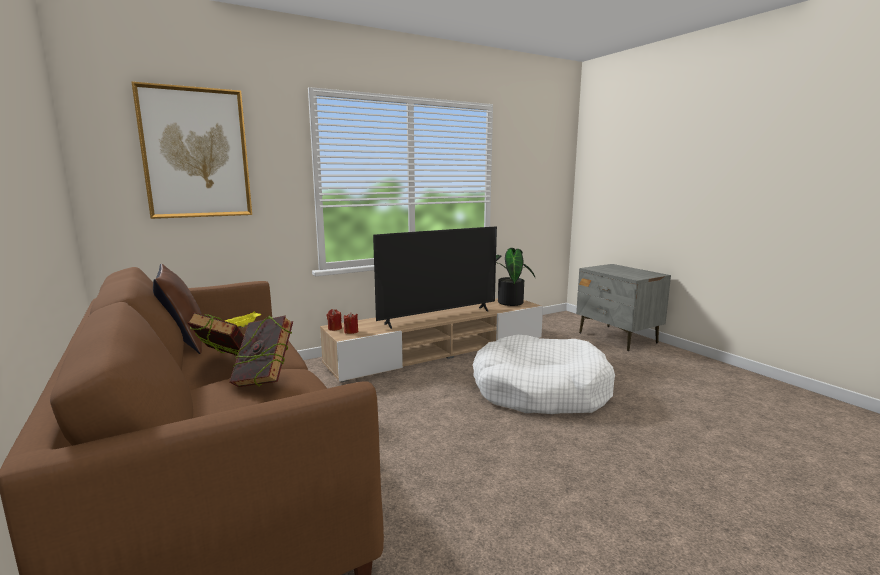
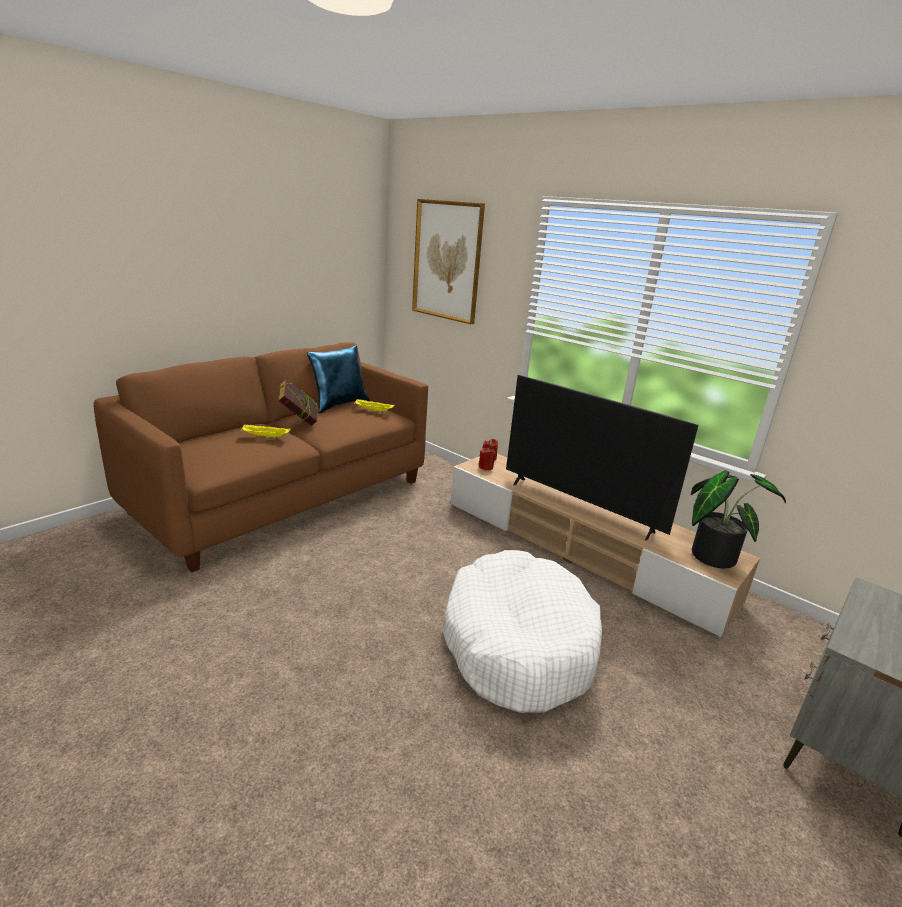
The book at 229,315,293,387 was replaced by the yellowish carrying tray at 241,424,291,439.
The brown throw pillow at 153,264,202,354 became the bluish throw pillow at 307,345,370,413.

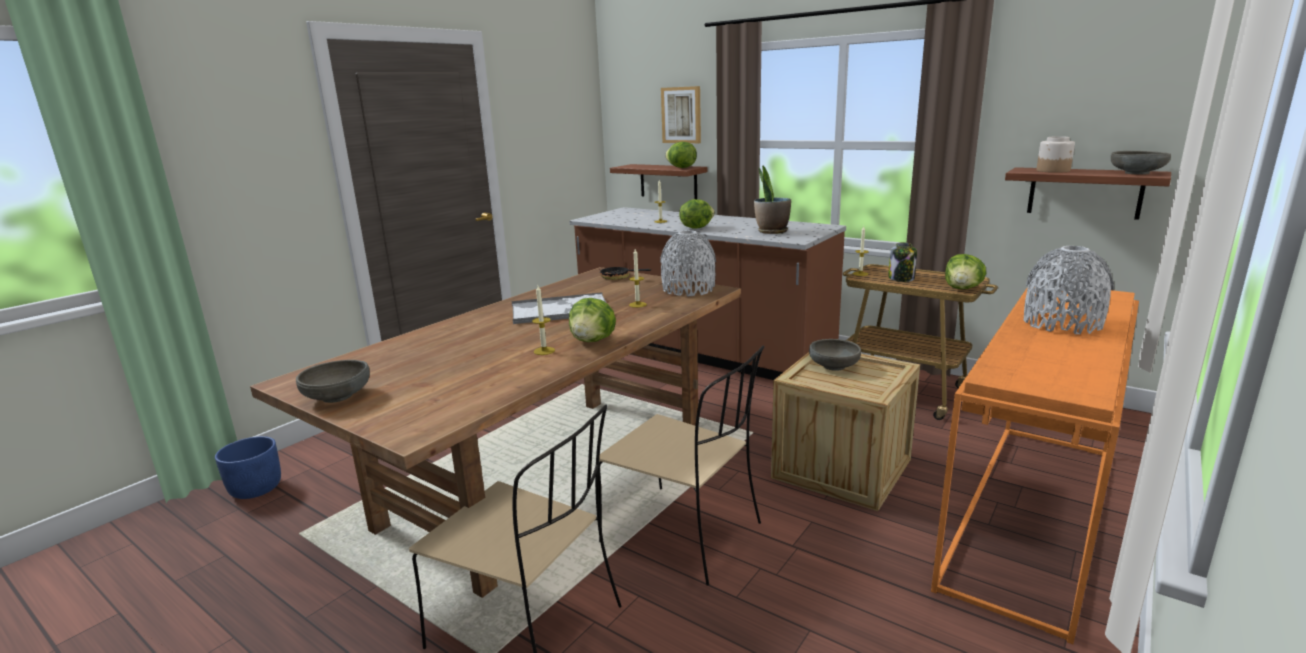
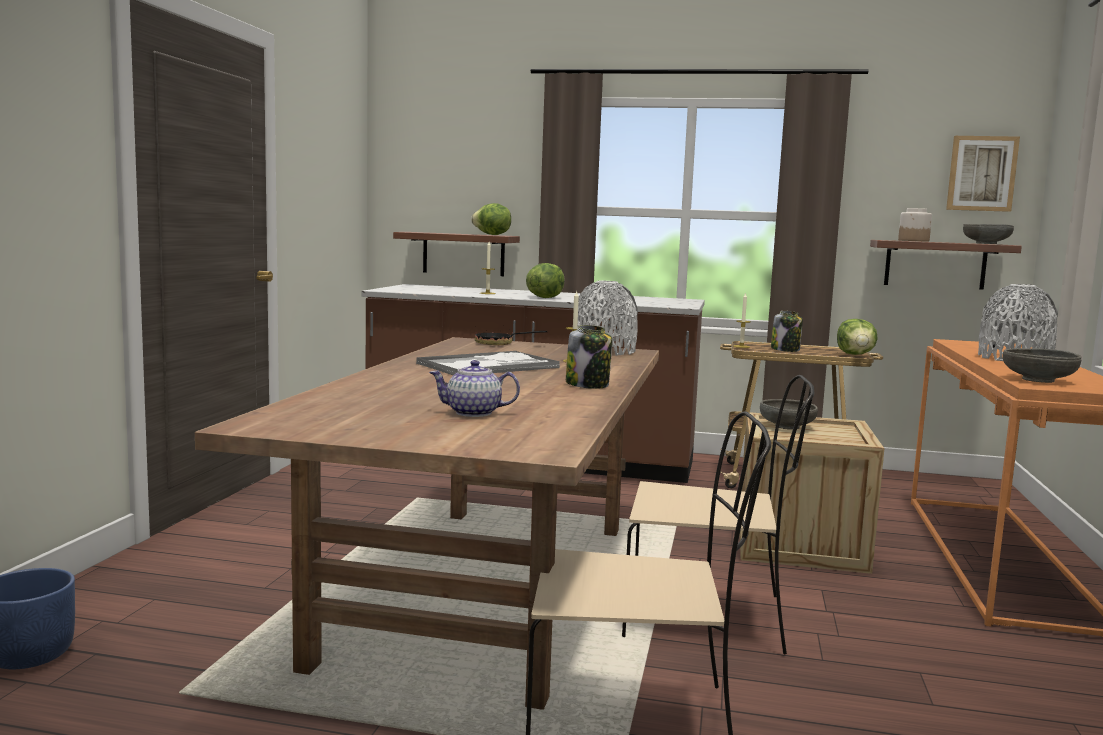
The candle at 532,285,555,355 disappeared.
The plant in a pot at 754,165,791,234 disappeared.
The teapot at 429,360,520,417 appeared.
The gray deep dish moved from 296,360,370,403 to 1003,348,1082,383.
The picture moved from 661,86,701,143 to 946,136,1020,212.
The head of lettuce at 569,298,616,342 was replaced by the jar at 566,325,612,389.

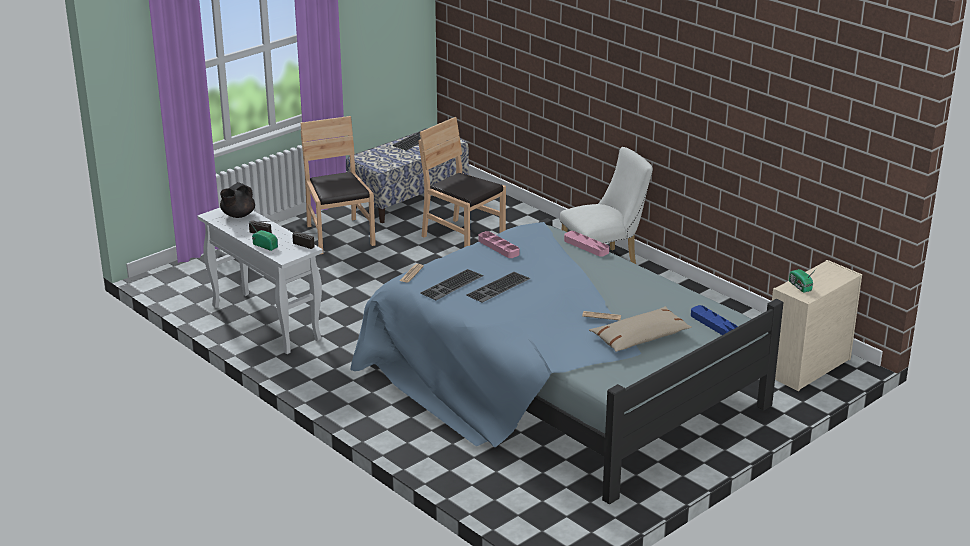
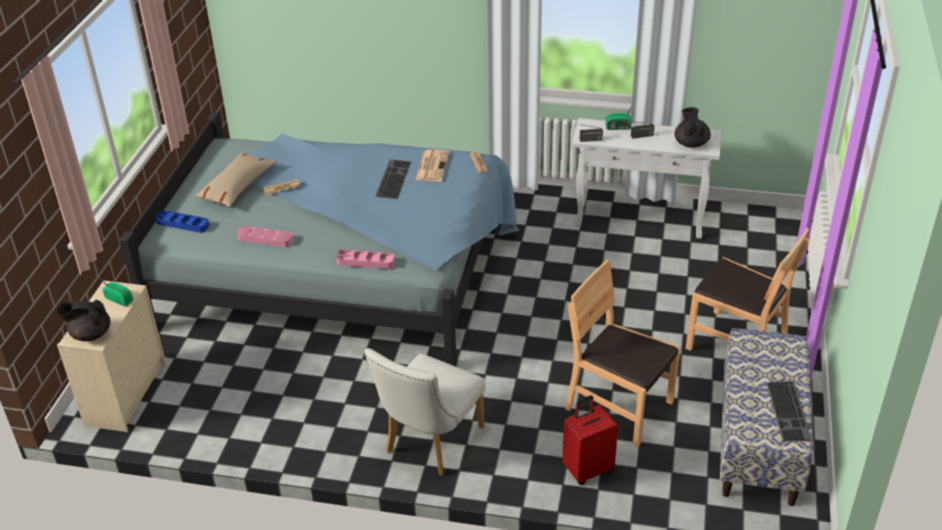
The black teapot at 57,300,110,341 appeared.
The reddish piece of luggage at 562,395,618,485 appeared.
The pink-coloured carrying tray moved from 478,231,519,258 to 237,226,293,247.
The PC keyboard at 420,269,484,300 was replaced by the newspaper at 415,149,449,181.
The brown upright chair at 419,117,506,247 turned 150 degrees counterclockwise.

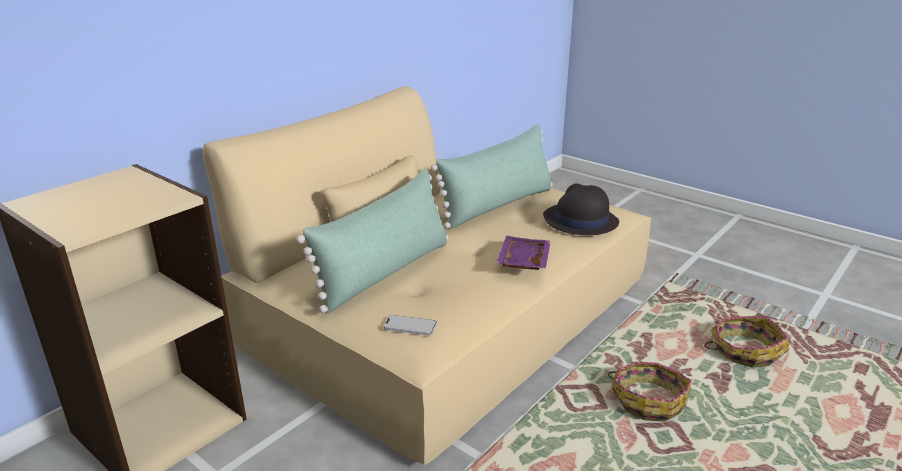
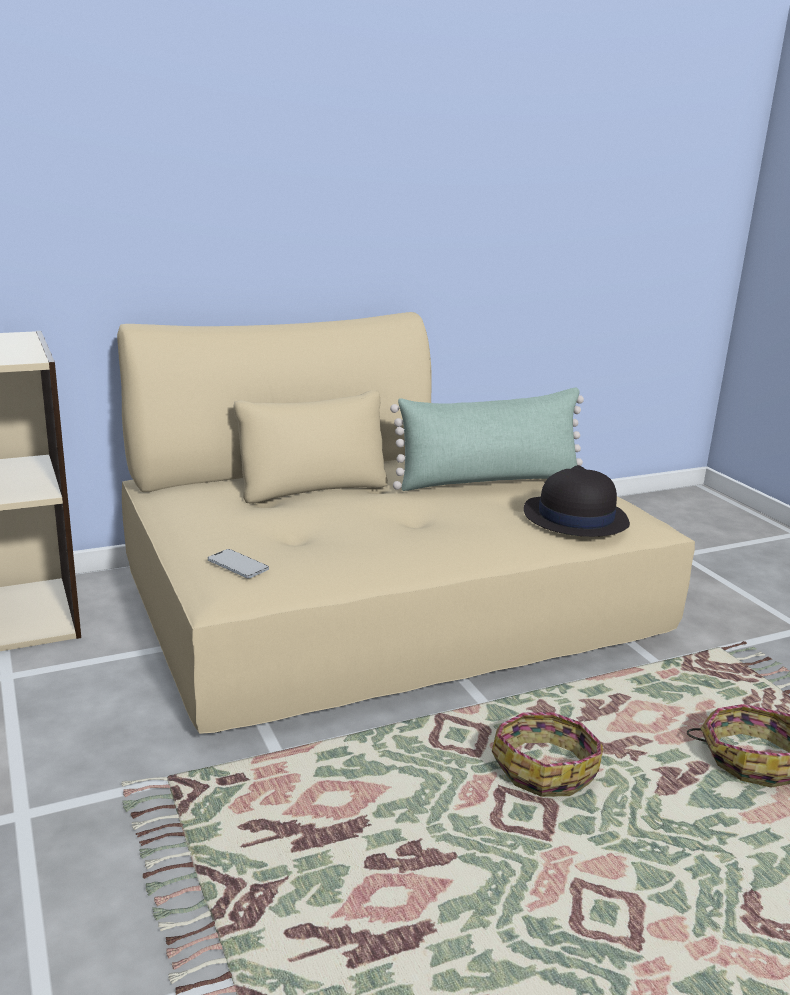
The green-coloured throw pillow at 296,169,448,313 disappeared.
The purple carrying tray at 496,236,551,270 disappeared.

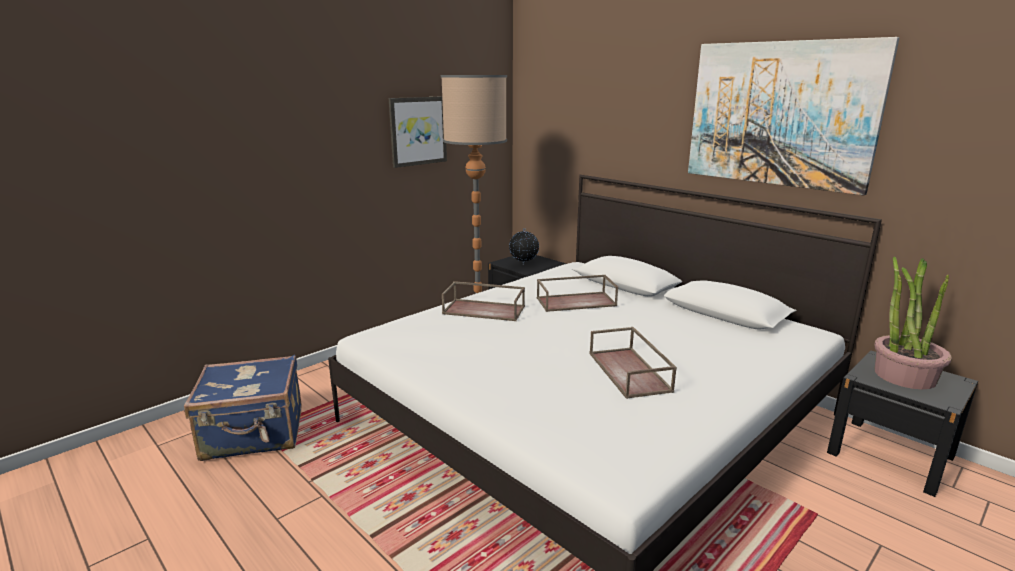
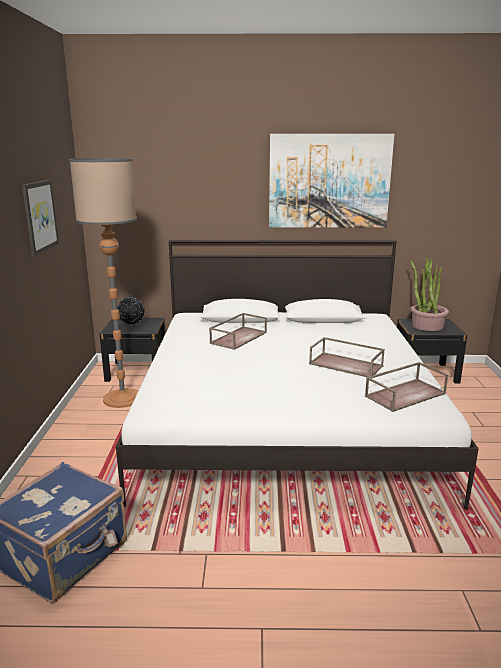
The brown carrying tray moved from 442,281,525,321 to 365,362,448,412.

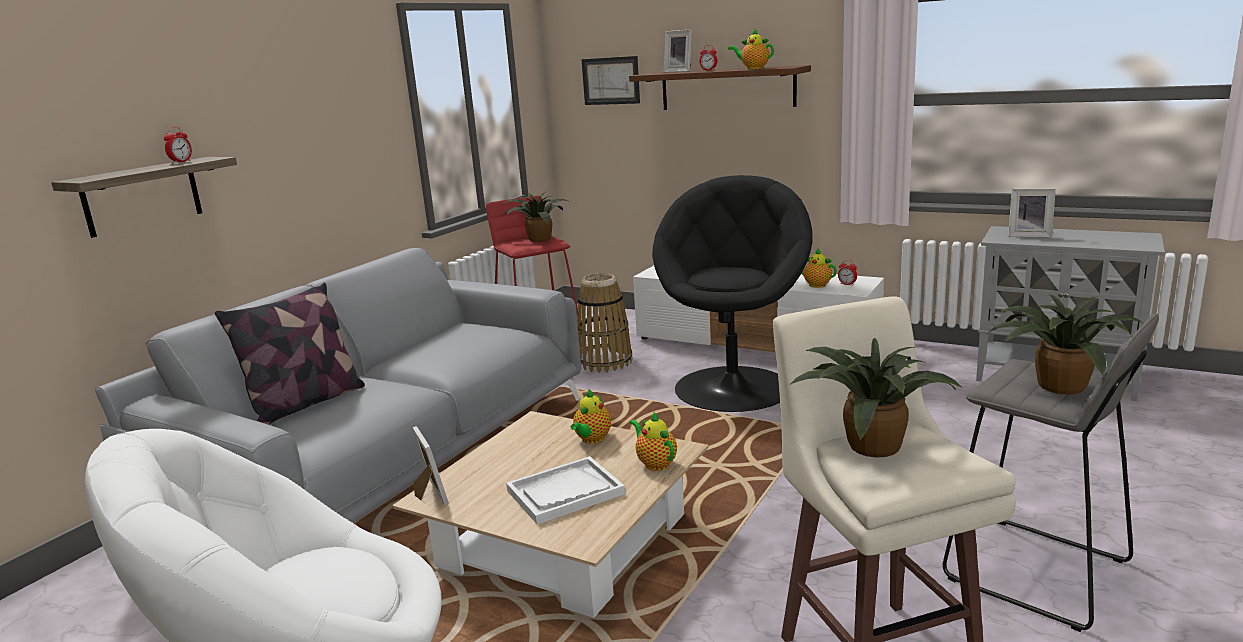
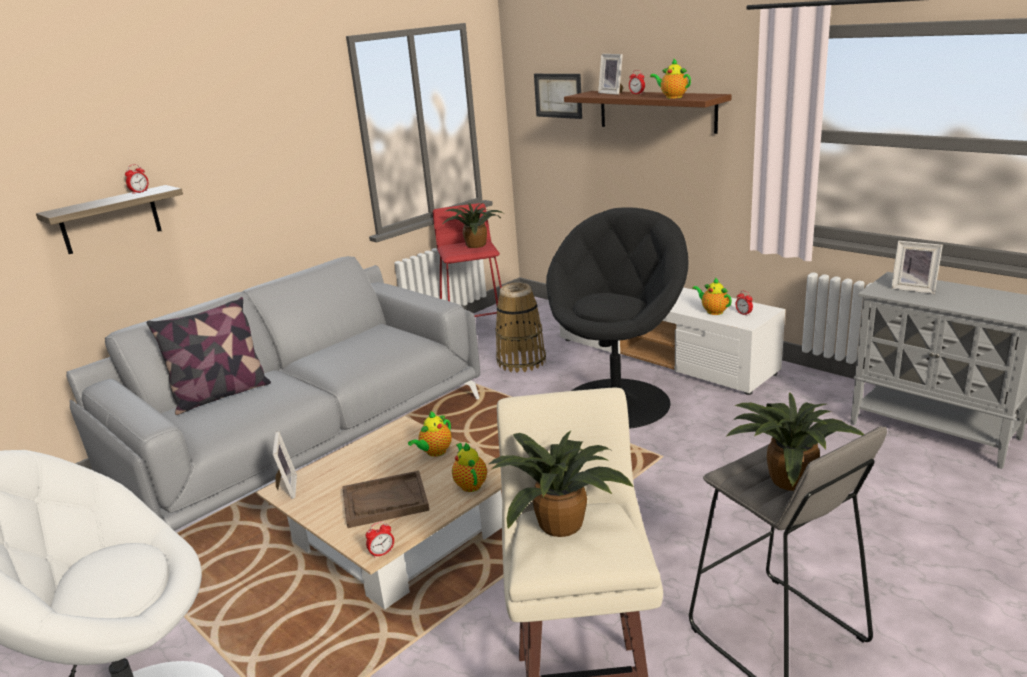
The bedside clock at 366,522,394,558 appeared.
The white carrying tray at 506,456,625,524 became the brown carrying tray at 342,471,429,528.

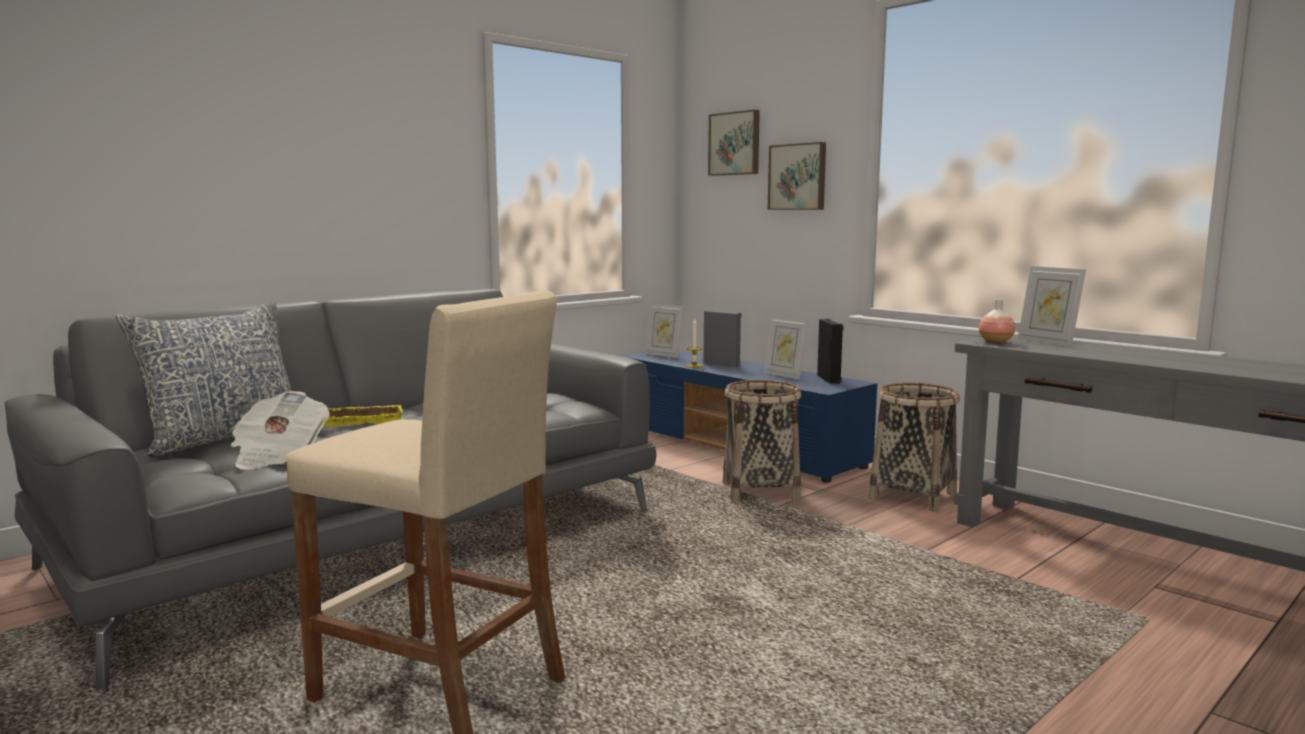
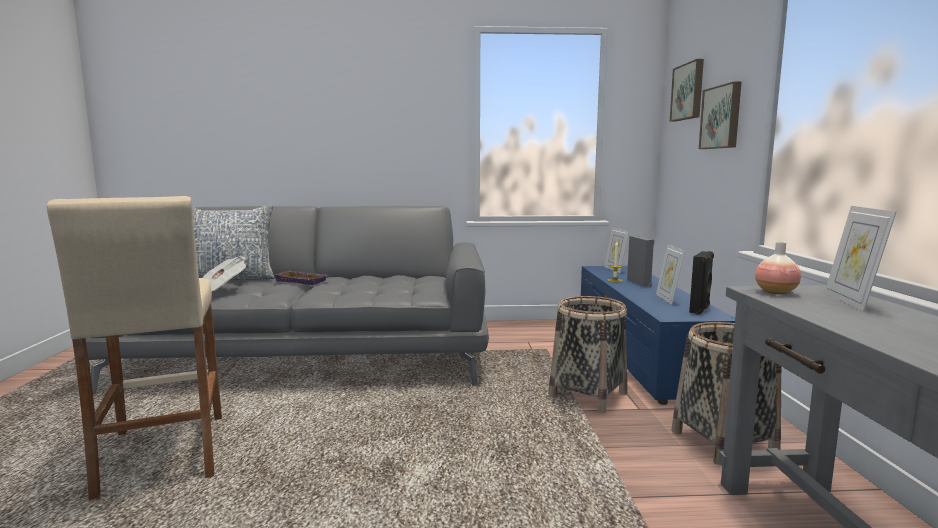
The yellowish carrying tray at 323,405,403,427 became the purple carrying tray at 274,270,328,285.

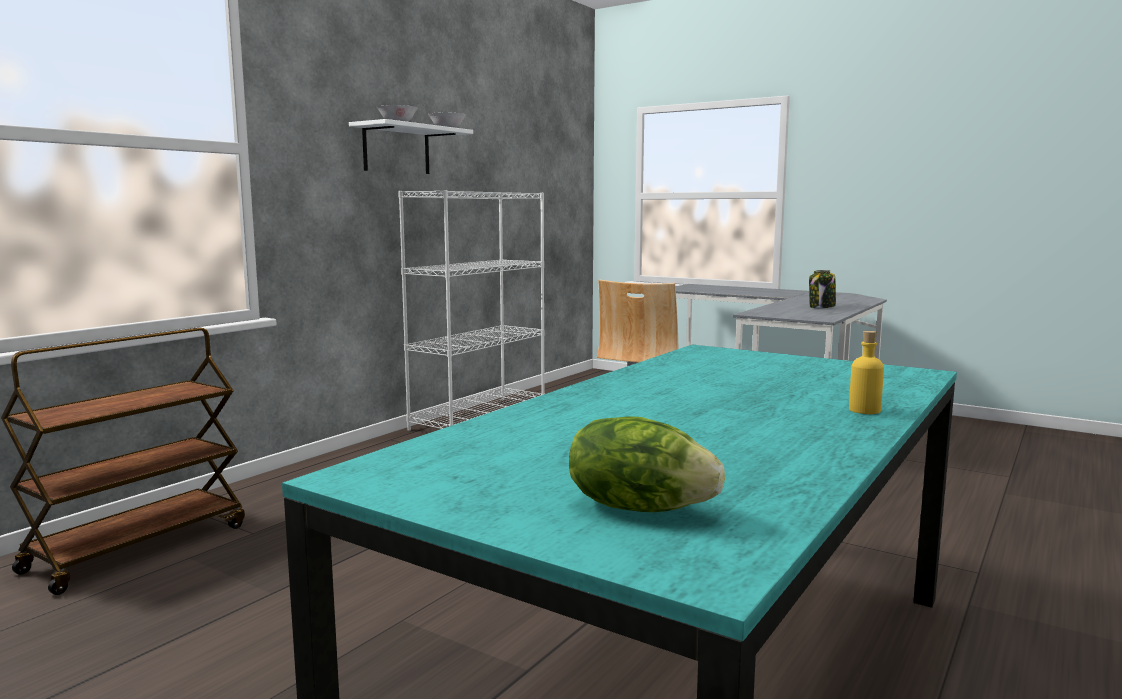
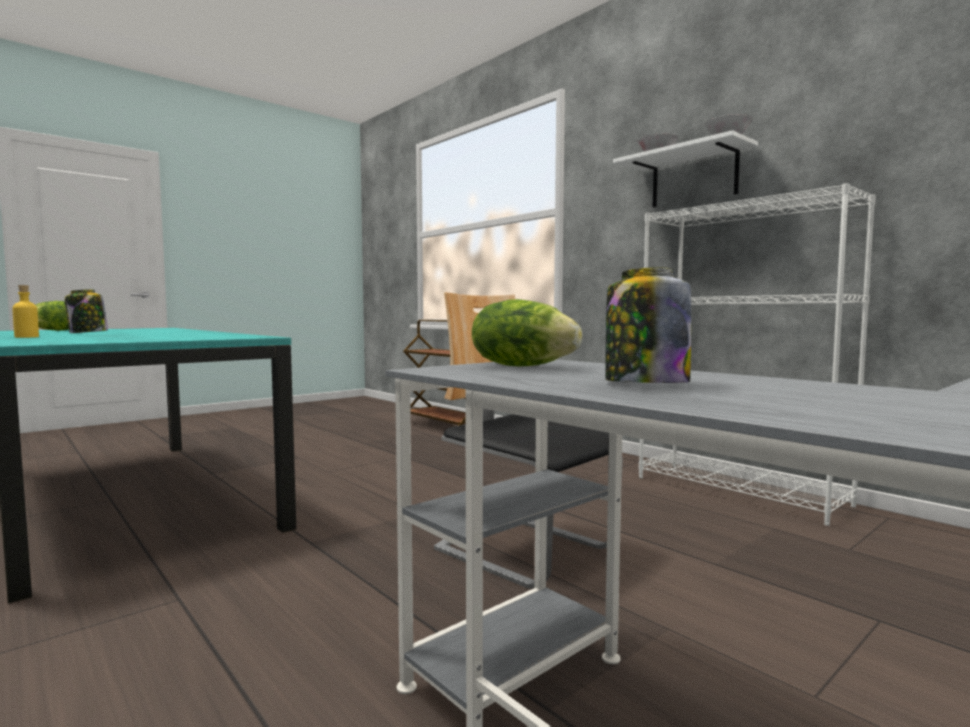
The jar at 64,290,108,333 appeared.
The head of lettuce at 472,299,582,366 appeared.

